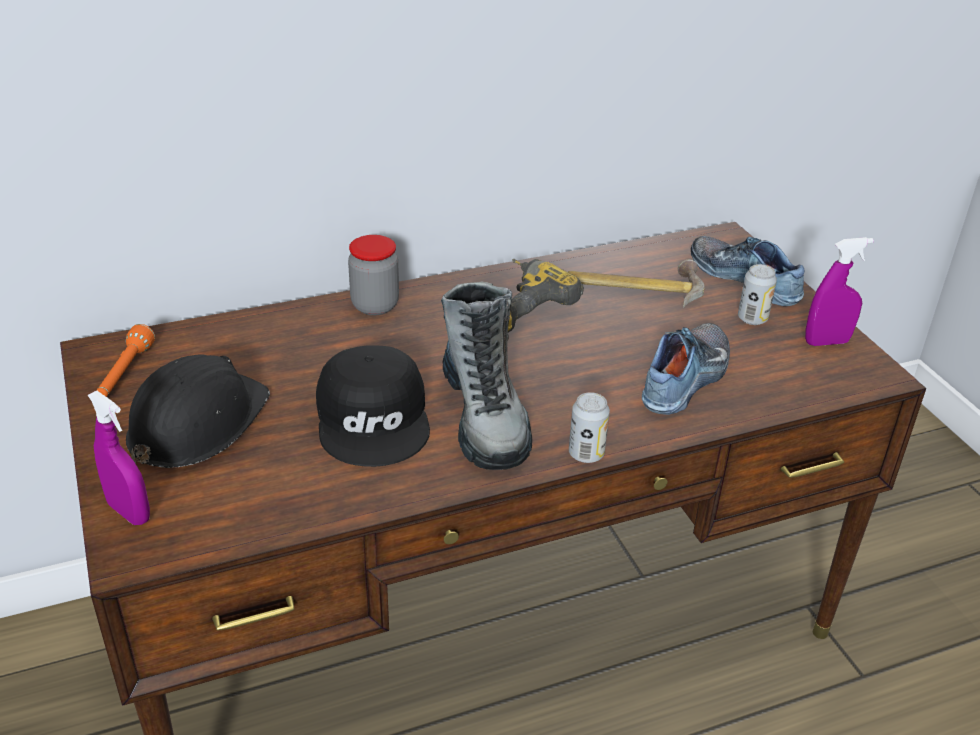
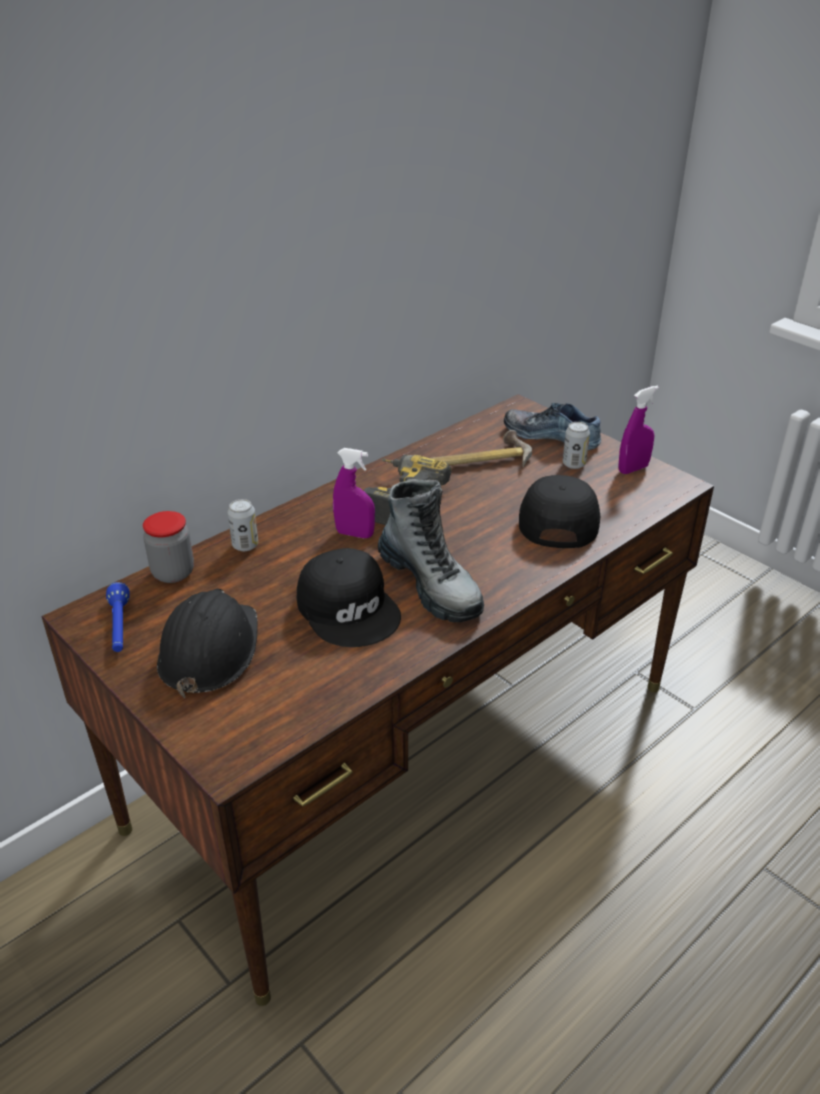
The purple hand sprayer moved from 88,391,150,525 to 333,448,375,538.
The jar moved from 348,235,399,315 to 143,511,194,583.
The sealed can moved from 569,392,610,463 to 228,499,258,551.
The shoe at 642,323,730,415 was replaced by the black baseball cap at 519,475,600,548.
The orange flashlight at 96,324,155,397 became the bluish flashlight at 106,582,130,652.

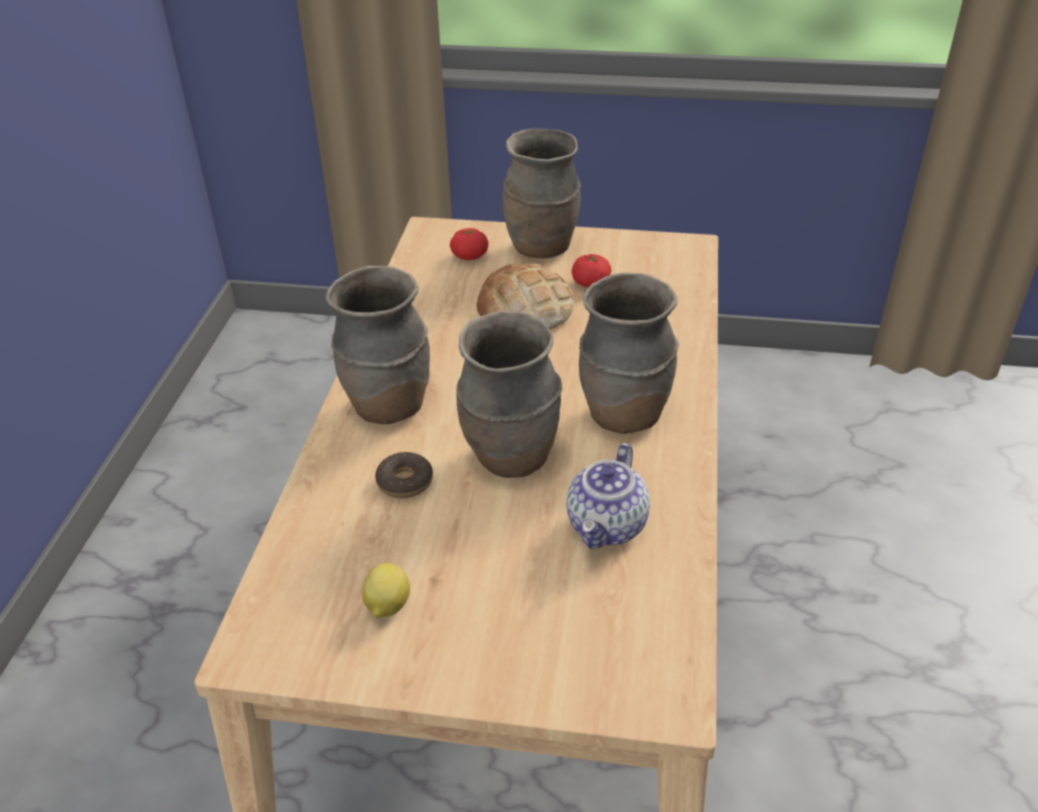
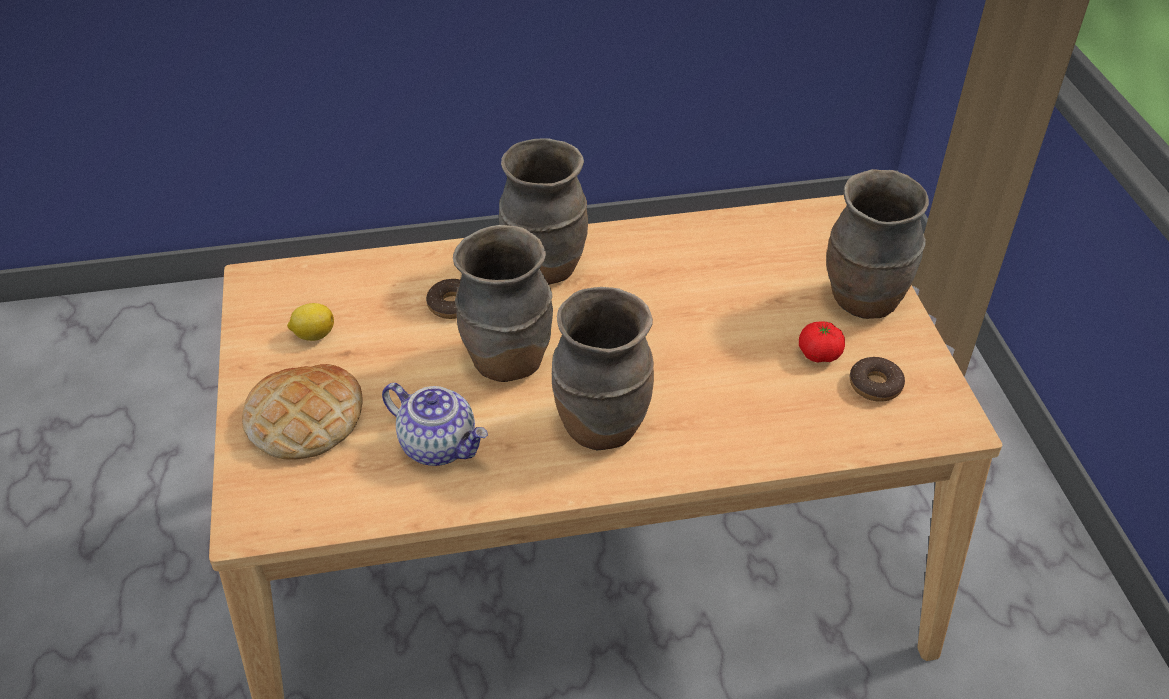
The fresh tomato at 450,228,489,260 disappeared.
The donut at 850,357,905,402 appeared.
The bakery bread moved from 476,263,574,329 to 242,364,363,460.
The teapot at 567,443,650,549 turned 150 degrees counterclockwise.

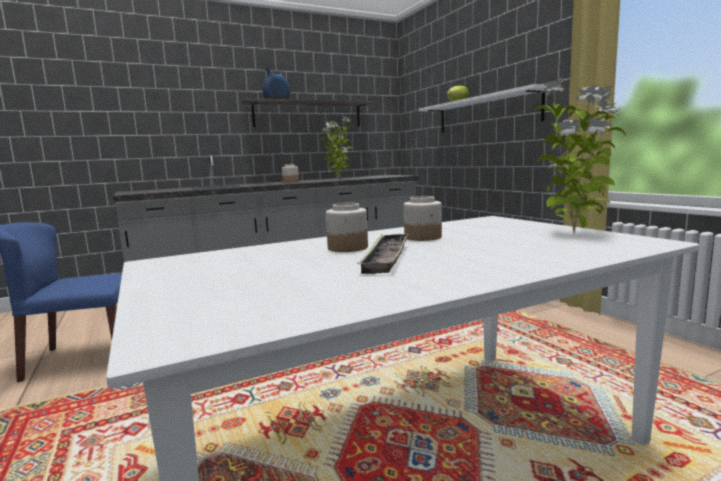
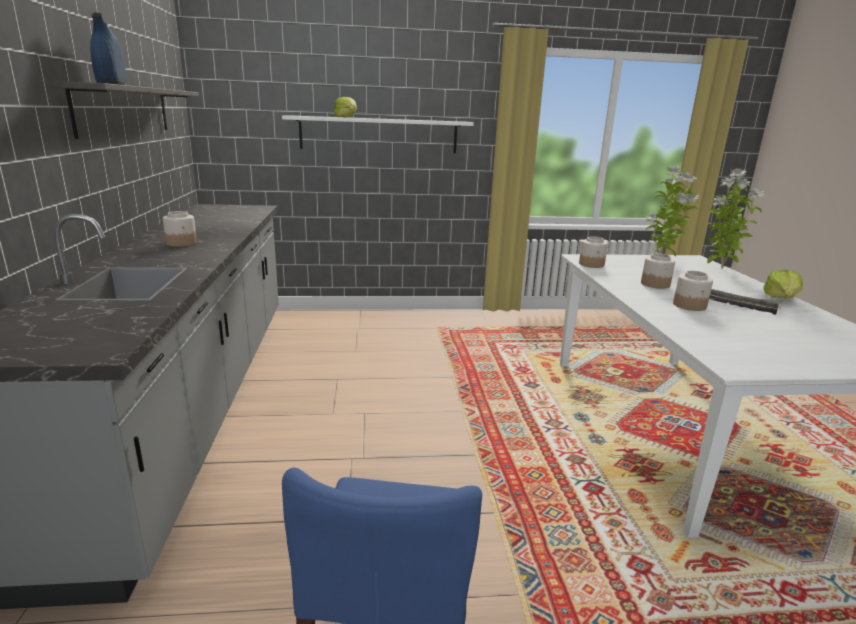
The jar at 579,236,608,268 appeared.
The head of lettuce at 763,269,803,298 appeared.
The plant in a pot moved from 320,116,354,180 to 707,168,765,269.

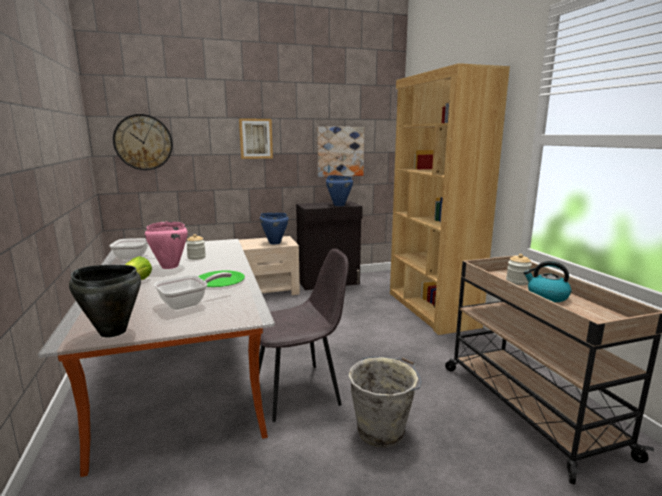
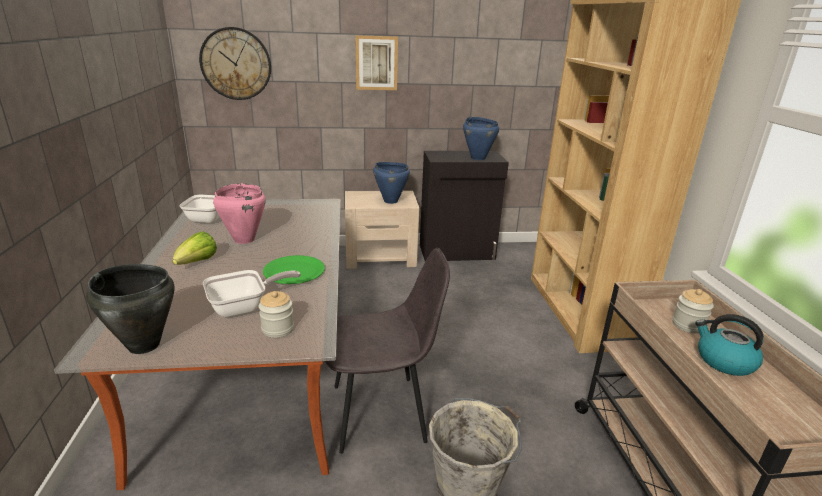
The picture at 317,127,364,177 disappeared.
The jar moved from 186,234,206,260 to 259,291,294,338.

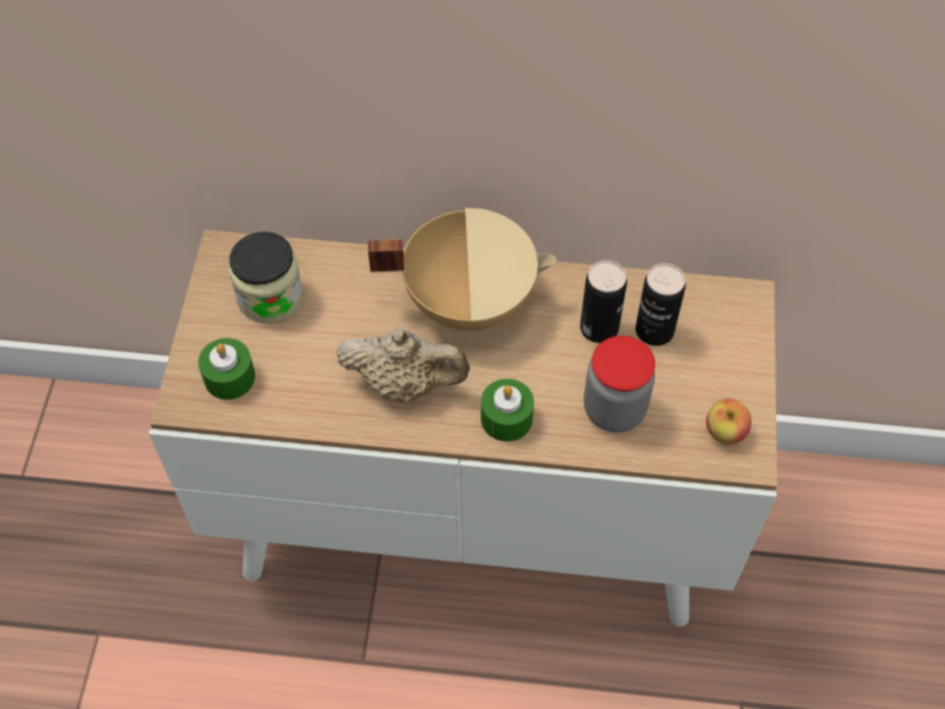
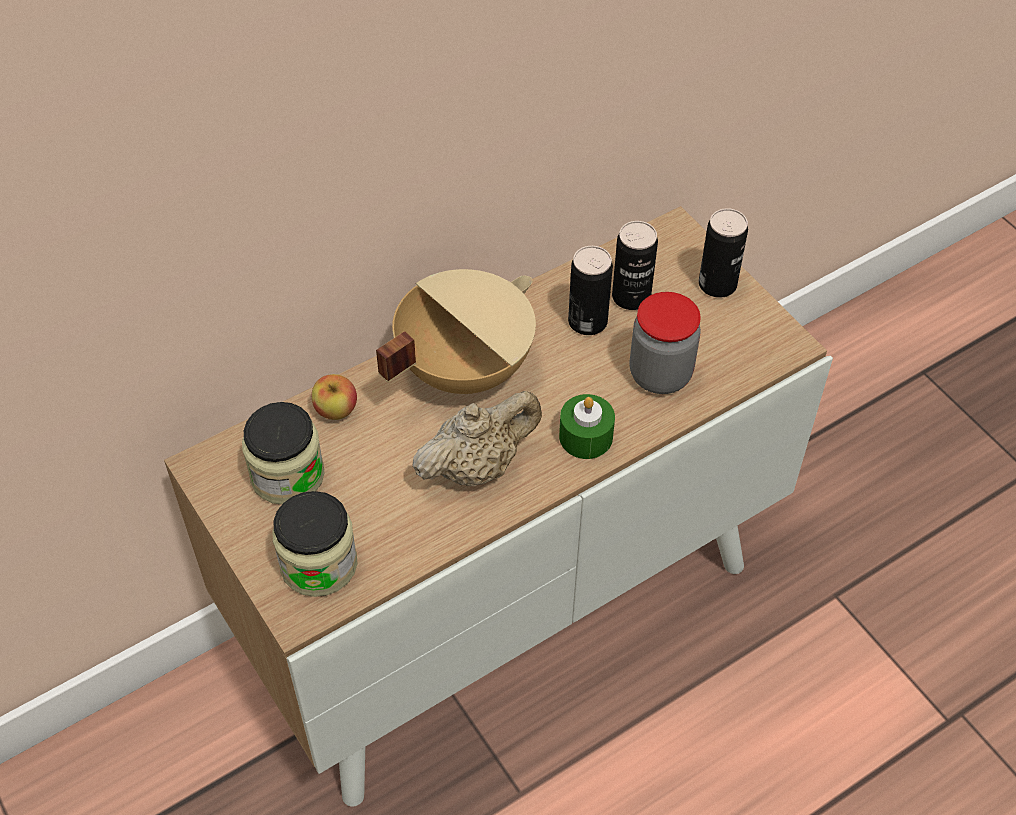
The sealed can at 699,208,748,298 appeared.
The apple moved from 706,399,752,444 to 312,374,357,420.
The green-coloured candle at 198,338,255,400 was replaced by the jar at 273,491,357,597.

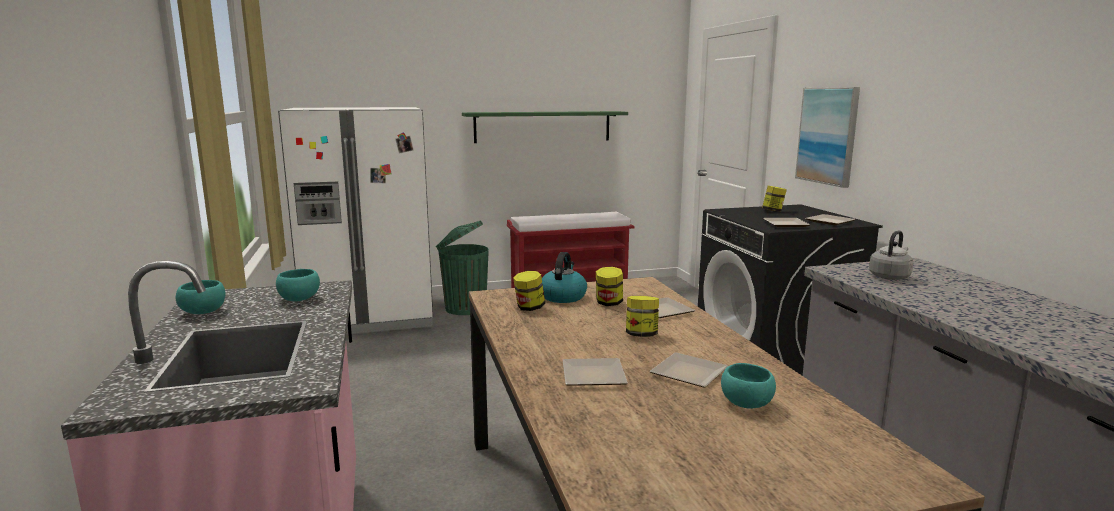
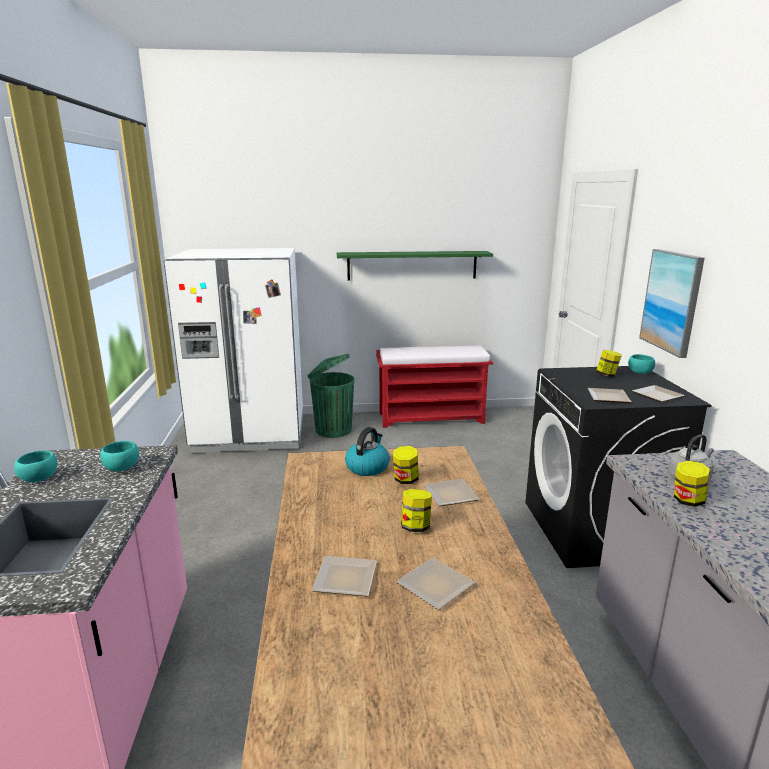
The jar moved from 513,271,545,311 to 674,461,710,507.
The blue-green deep dish moved from 721,363,776,409 to 628,354,655,374.

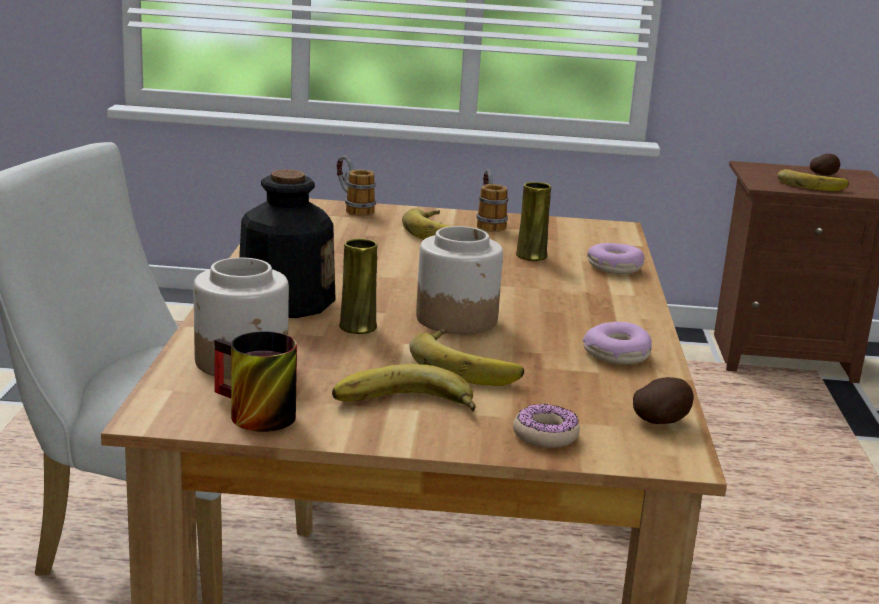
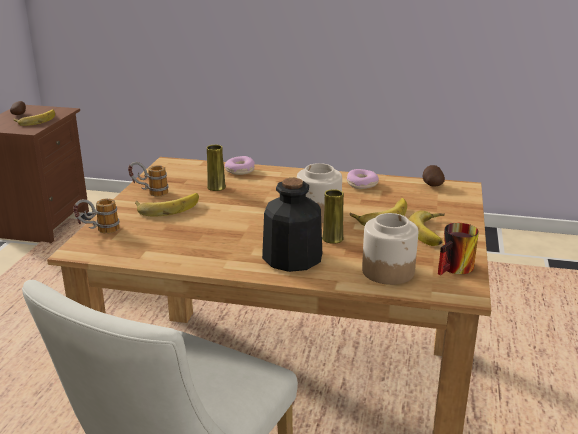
The donut at 513,403,580,448 disappeared.

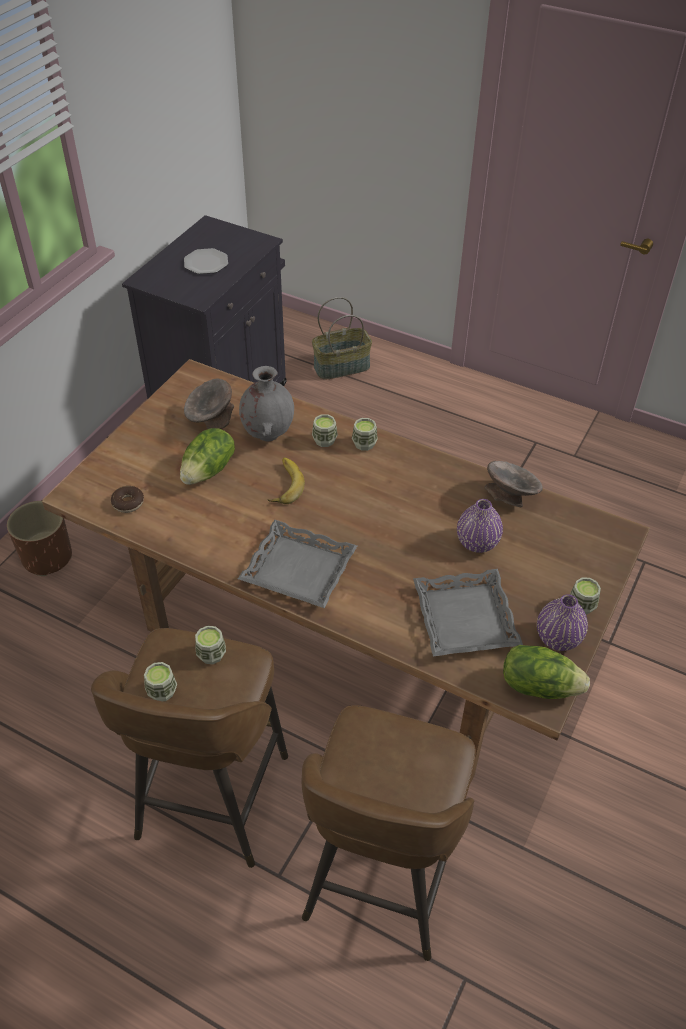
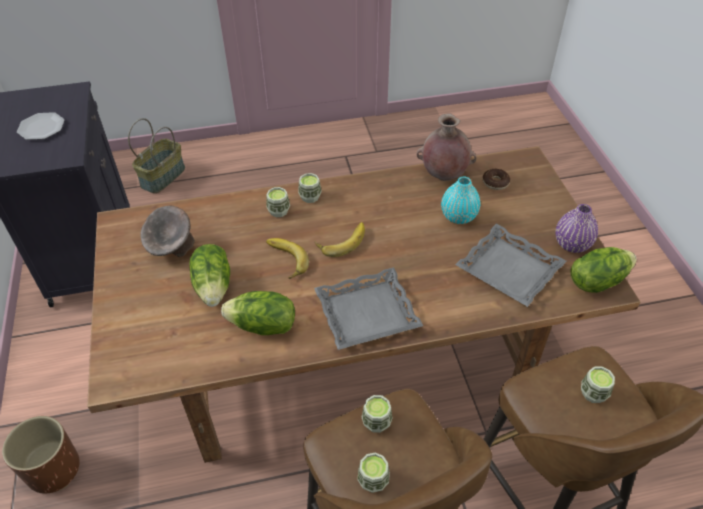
The gray vase at 239,366,294,441 disappeared.
The head of lettuce at 221,291,295,335 appeared.
The whole banana at 315,222,365,257 appeared.
The donut moved from 111,486,144,513 to 483,169,510,190.
The drinking cup moved from 570,577,601,615 to 581,366,615,403.
The gray deep dish at 484,461,543,507 was replaced by the brown vase at 417,113,477,181.
The purple vase at 457,499,503,553 became the blue-green vase at 441,177,480,224.

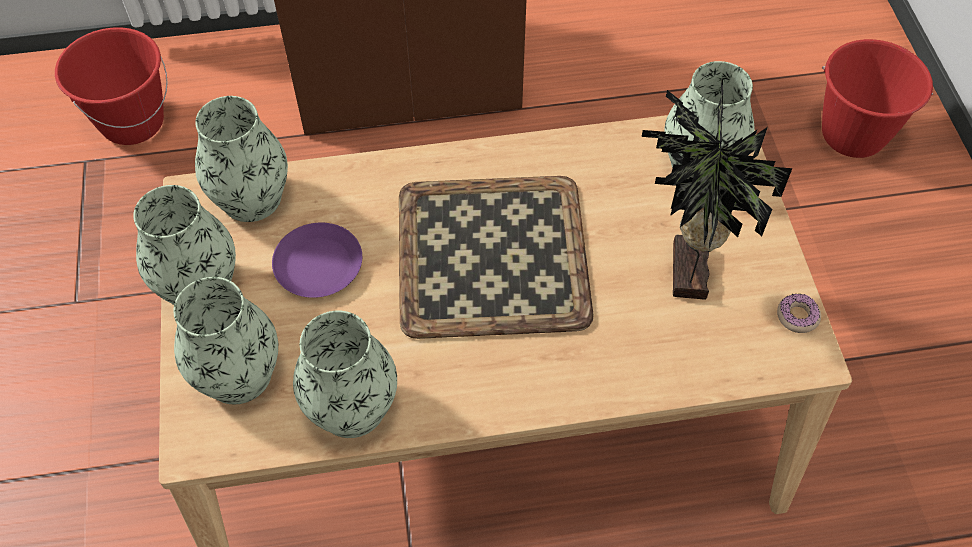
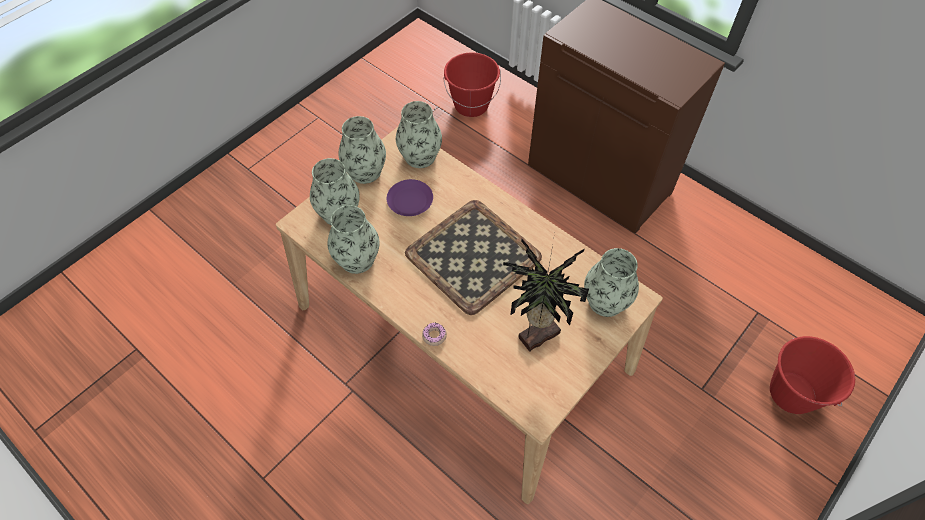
The donut moved from 777,294,821,333 to 422,323,447,346.

